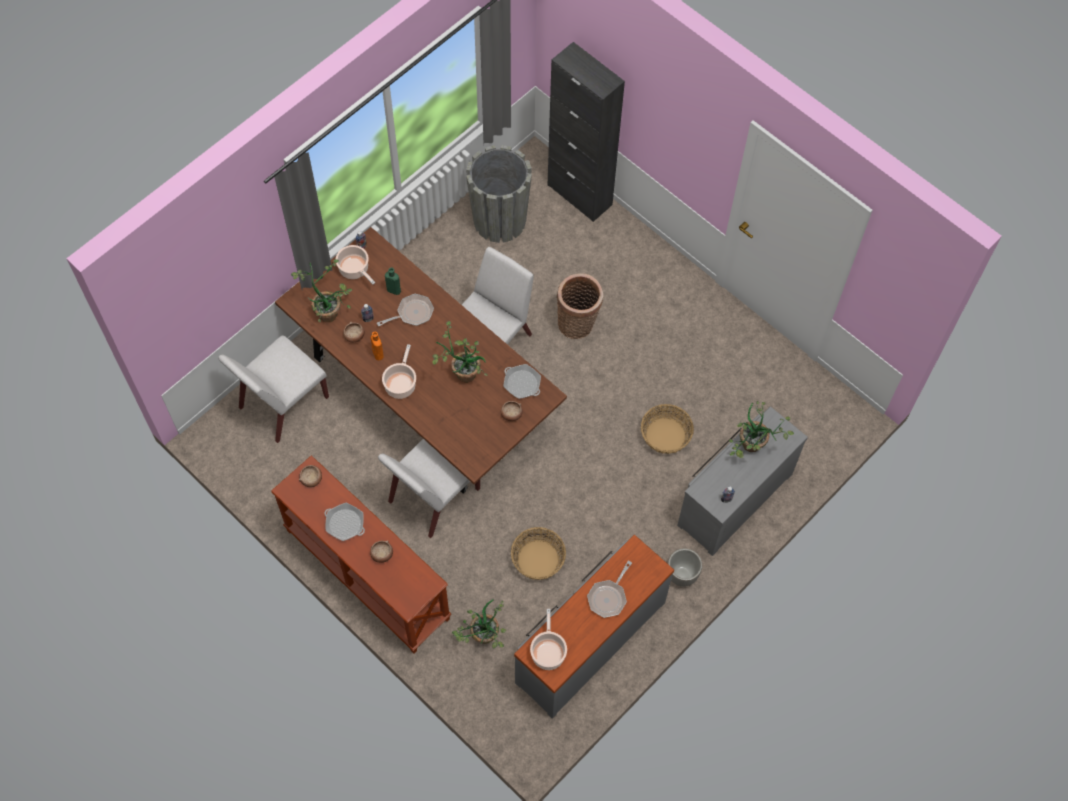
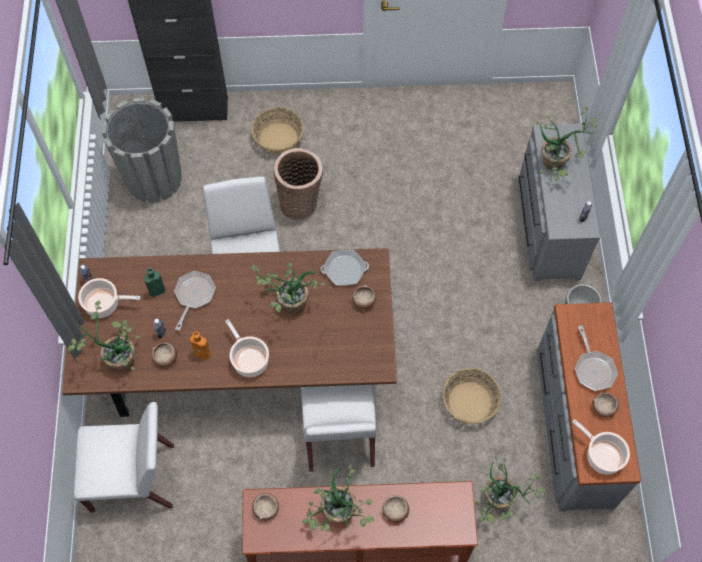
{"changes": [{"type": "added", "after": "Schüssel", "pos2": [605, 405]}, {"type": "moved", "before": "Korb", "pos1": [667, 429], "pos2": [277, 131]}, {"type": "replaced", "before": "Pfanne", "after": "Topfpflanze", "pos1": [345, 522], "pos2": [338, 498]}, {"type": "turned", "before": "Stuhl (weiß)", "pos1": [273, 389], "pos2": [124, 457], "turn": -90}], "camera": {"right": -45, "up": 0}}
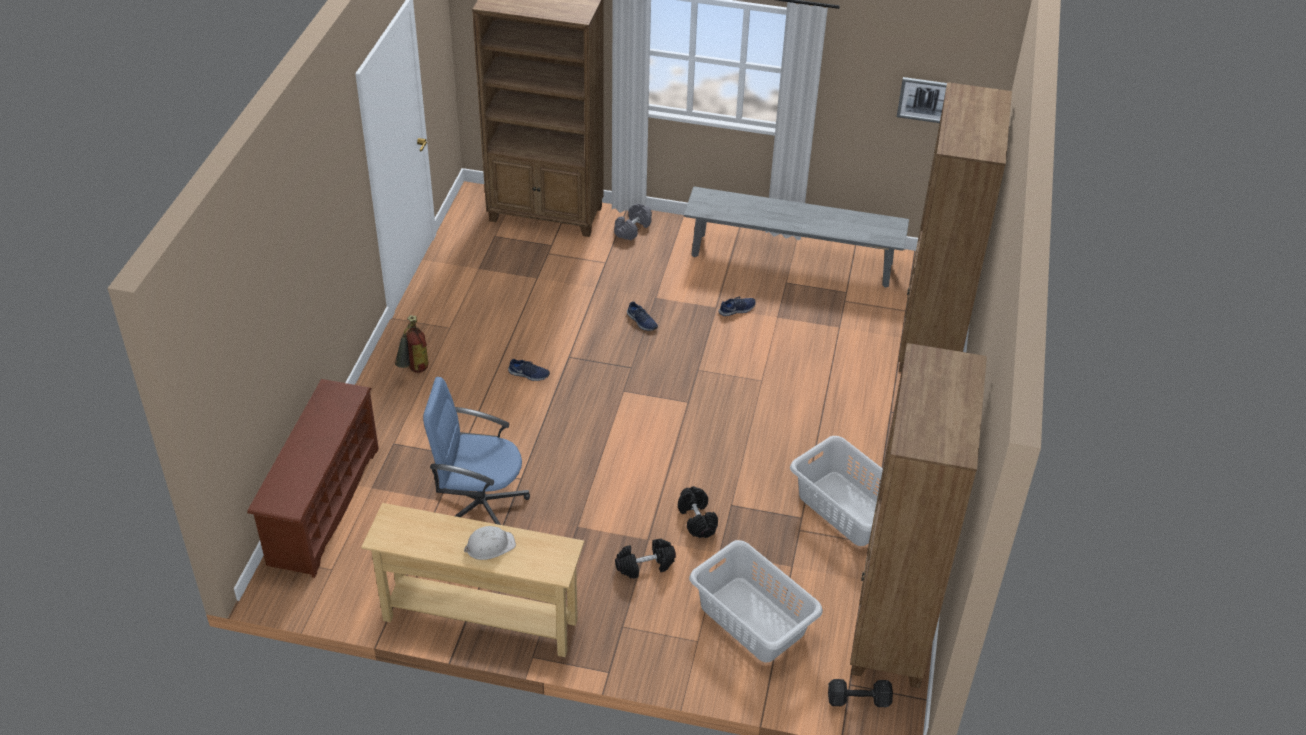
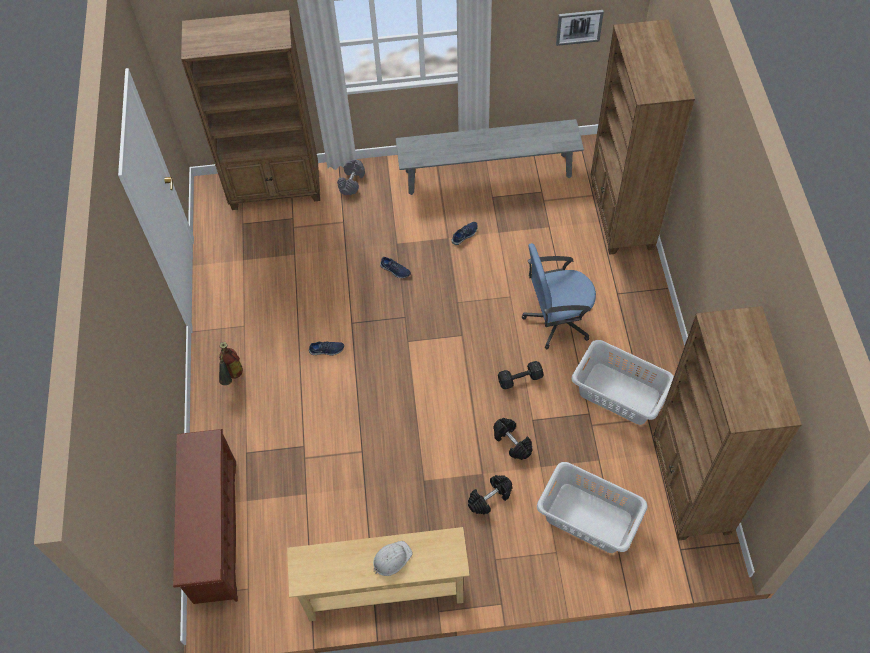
{"changes": [{"type": "moved", "before": "Bürostuhl (blau)", "pos1": [476, 451], "pos2": [559, 296]}, {"type": "moved", "before": "Hantel (schwarz)", "pos1": [860, 693], "pos2": [520, 375]}], "camera": {"right": -15, "up": 15}}
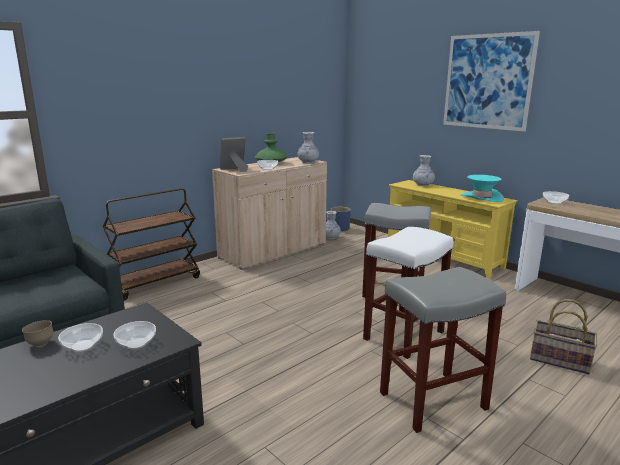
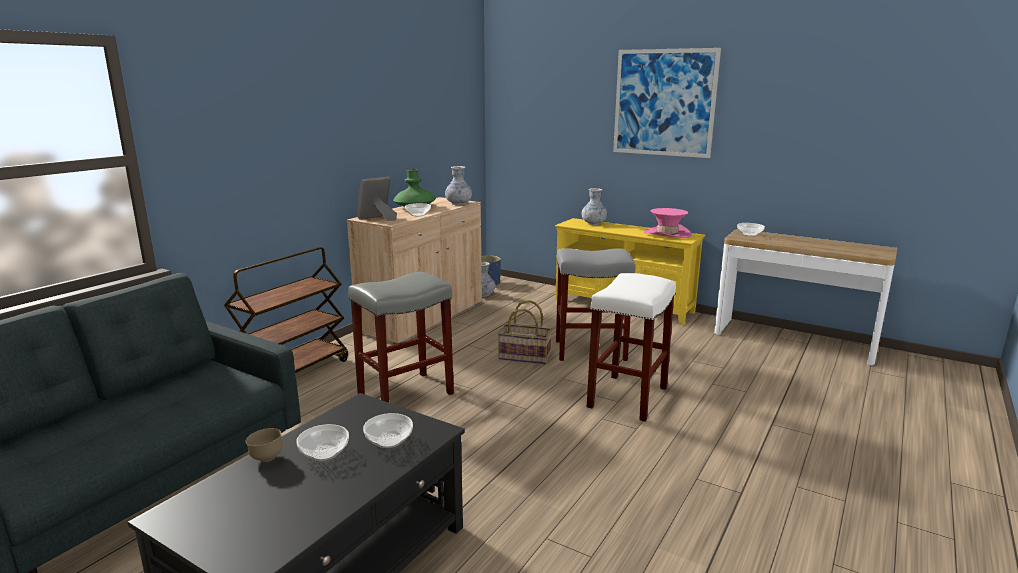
{"changes": [{"type": "moved", "before": "Hocker (grau)", "pos1": [443, 350], "pos2": [401, 337]}, {"type": "moved", "before": "Korb", "pos1": [563, 336], "pos2": [525, 332]}, {"type": "recoloured", "before": "Hut (türkis)", "after": "Hut (rosa)", "pos1": [482, 188], "pos2": [668, 223]}], "camera": {"right": -15, "up": 0}}
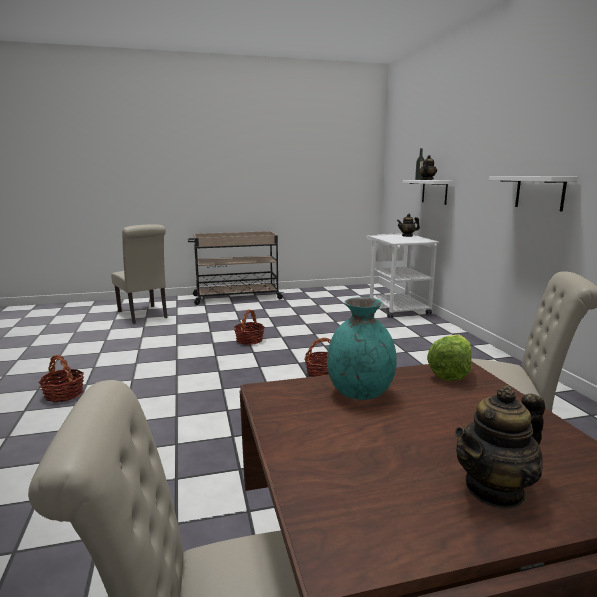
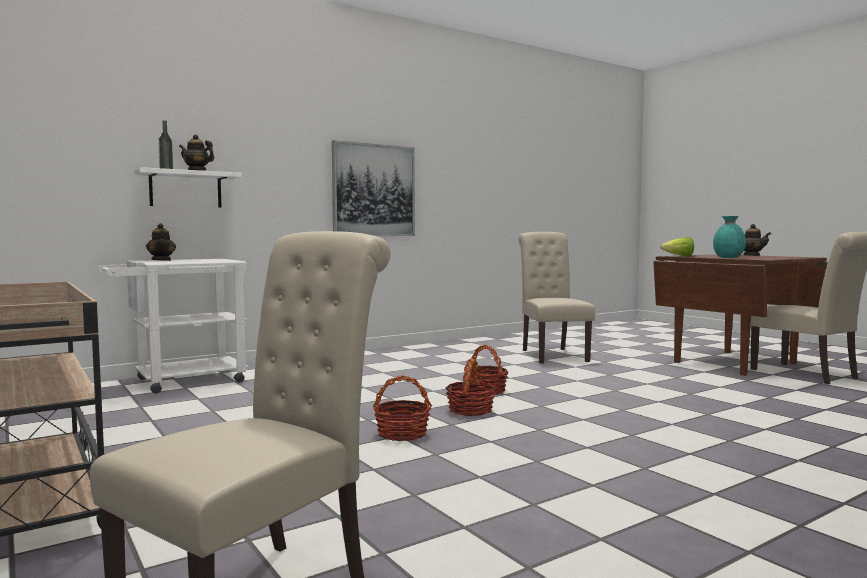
{"changes": [{"type": "moved", "before": "Korb", "pos1": [61, 378], "pos2": [471, 387]}, {"type": "replaced", "before": "Wandregal (weiß)", "after": "Bild", "pos1": [533, 194], "pos2": [373, 188]}], "camera": {"right": -110, "up": -10}}
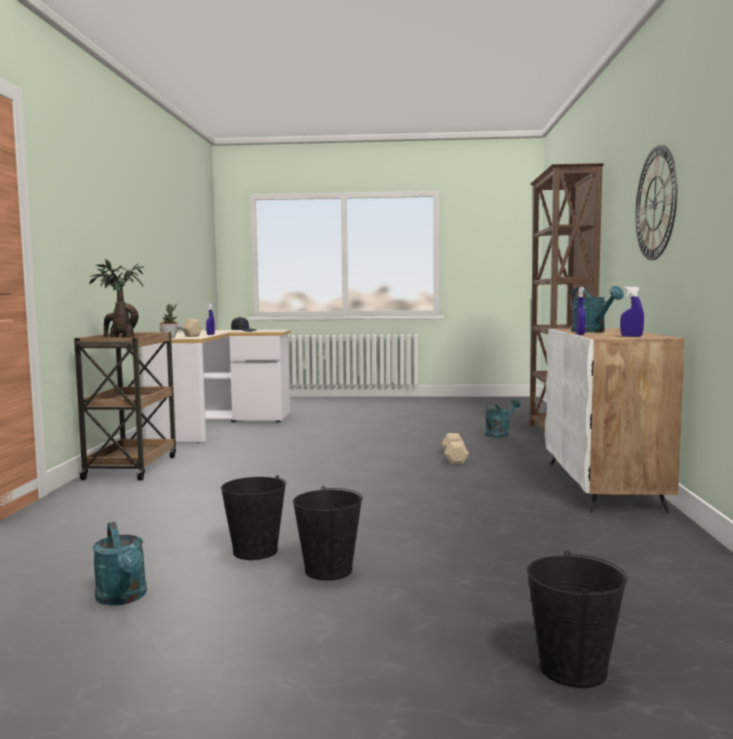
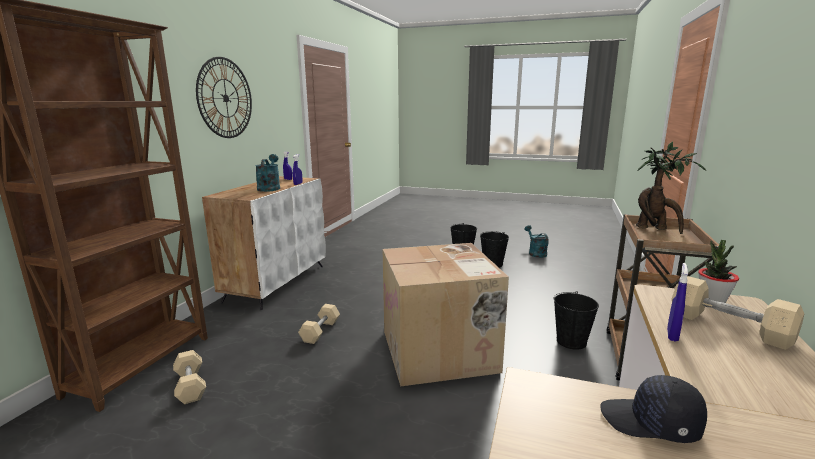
{"changes": [{"type": "added", "after": "Karton", "pos2": [445, 315]}, {"type": "moved", "before": "Eimer (schwarz)", "pos1": [577, 619], "pos2": [576, 320]}, {"type": "replaced", "before": "Gießkanne (türkis)", "after": "Hantel (beige)", "pos1": [502, 418], "pos2": [189, 377]}], "camera": {"right": -165, "up": 10}}
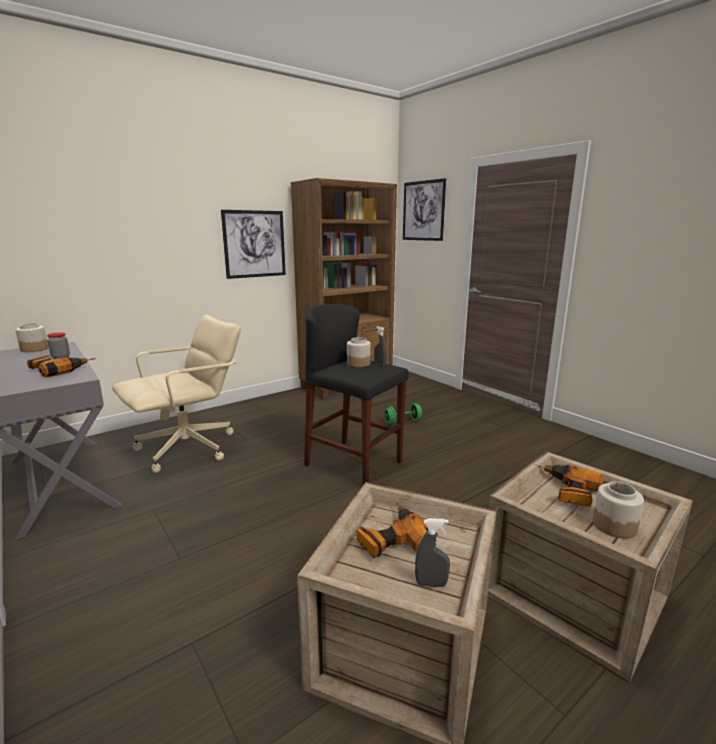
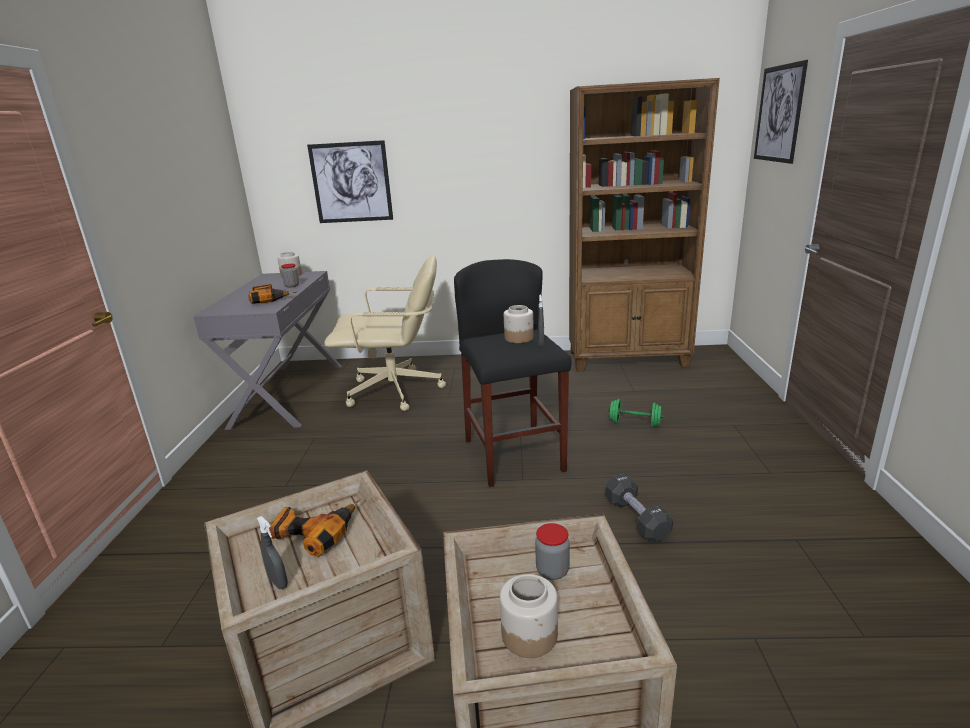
{"changes": [{"type": "added", "after": "Hantel (schwarz)", "pos2": [639, 508]}, {"type": "moved", "before": "Bild", "pos1": [253, 244], "pos2": [350, 181]}, {"type": "replaced", "before": "Bohrmaschine", "after": "Vorratsglas", "pos1": [568, 485], "pos2": [552, 551]}], "camera": {"right": 40, "up": 5}}
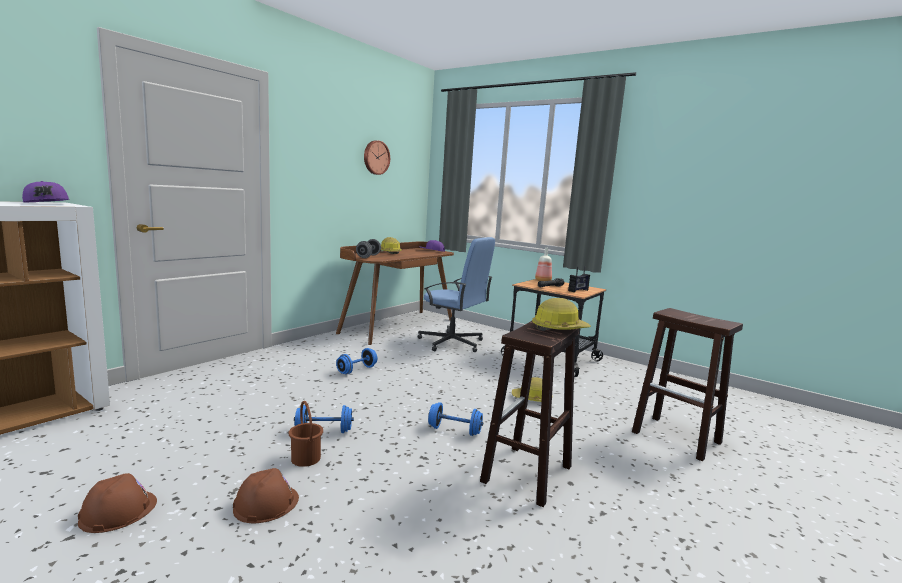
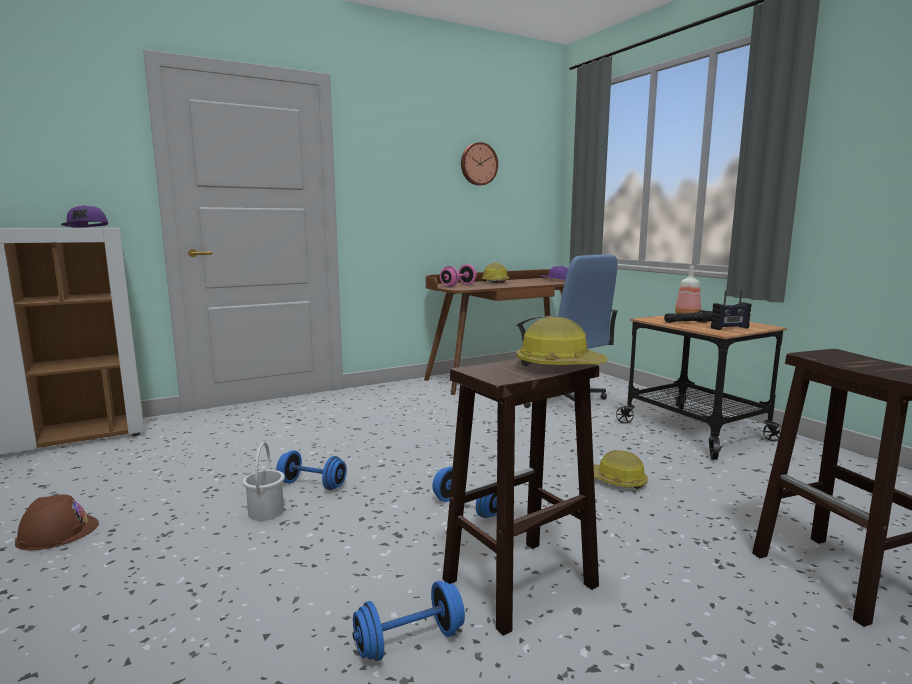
{"changes": [{"type": "removed", "before": "Schutzhelm (braun)", "pos1": [266, 495]}, {"type": "moved", "before": "Hantel (blau)", "pos1": [356, 361], "pos2": [408, 621]}, {"type": "recoloured", "before": "Eimer (braun)", "after": "Eimer (weiß)", "pos1": [306, 434], "pos2": [263, 481]}, {"type": "recoloured", "before": "Hantel (grau)", "after": "Hantel (rosa)", "pos1": [368, 248], "pos2": [458, 275]}], "camera": {"right": 25, "up": 0}}
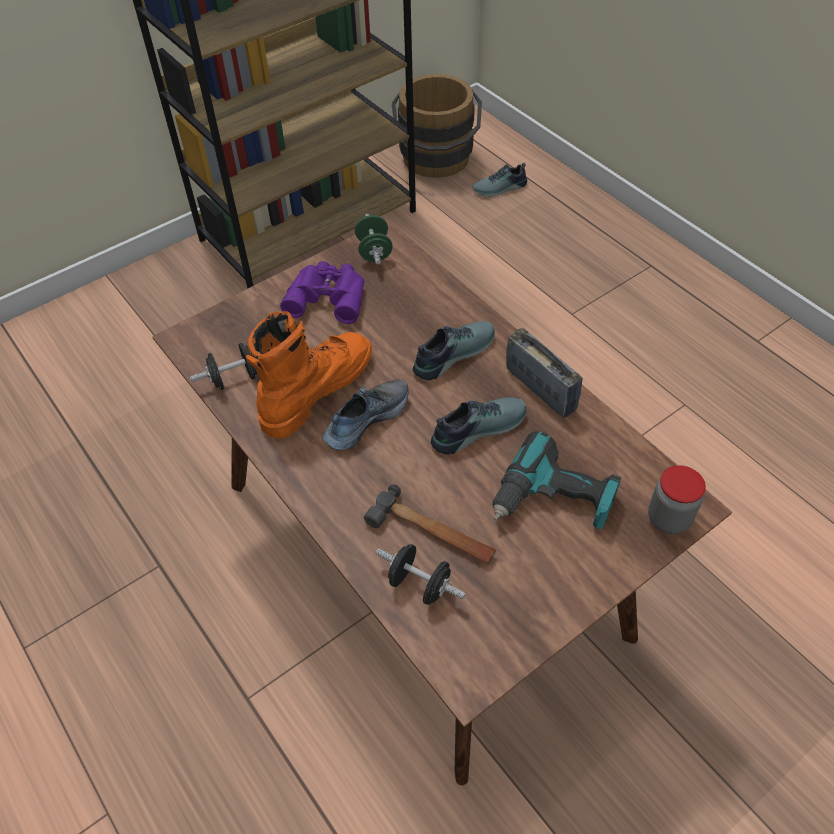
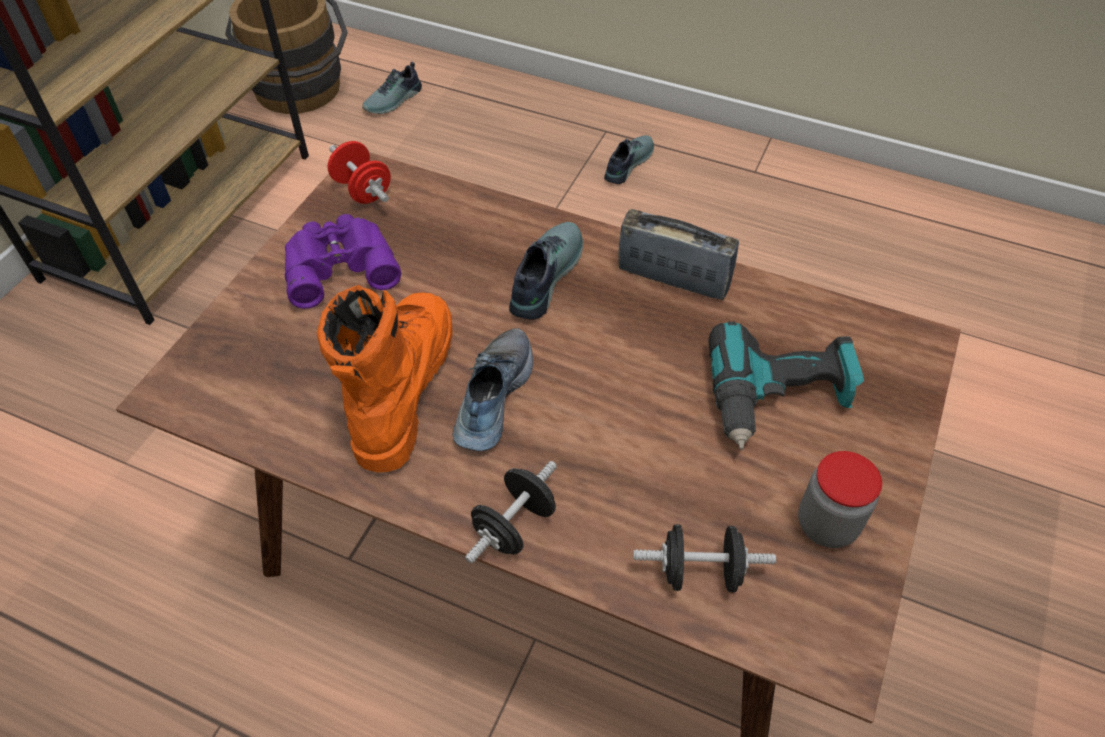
{"changes": [{"type": "removed", "before": "Hammer", "pos1": [430, 524]}, {"type": "moved", "before": "Hantel (schwarz)", "pos1": [223, 366], "pos2": [511, 512]}, {"type": "moved", "before": "Schuh", "pos1": [479, 426], "pos2": [629, 159]}, {"type": "moved", "before": "Vorratsglas", "pos1": [677, 499], "pos2": [840, 499]}, {"type": "recoloured", "before": "Hantel (grün)", "after": "Hantel (rot)", "pos1": [374, 239], "pos2": [359, 172]}], "camera": {"right": -30, "up": 0}}
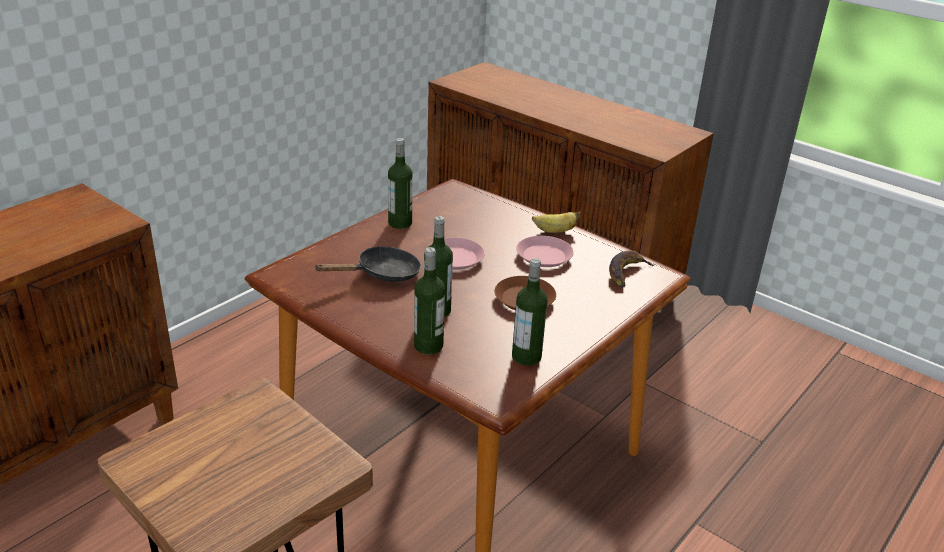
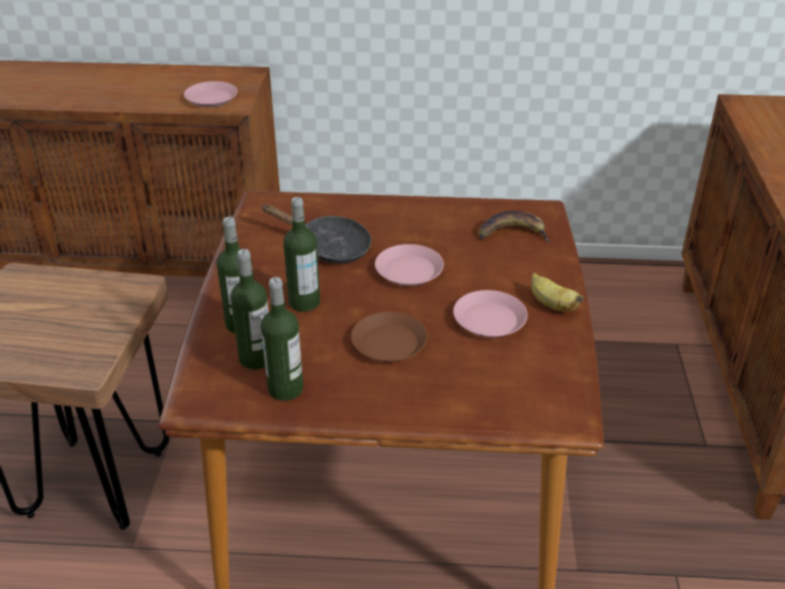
{"changes": [{"type": "added", "after": "Teller (rosa)", "pos2": [210, 94]}, {"type": "moved", "before": "Flasche", "pos1": [400, 183], "pos2": [249, 309]}, {"type": "moved", "before": "Banane", "pos1": [631, 269], "pos2": [514, 226]}], "camera": {"right": 55, "up": 5}}
